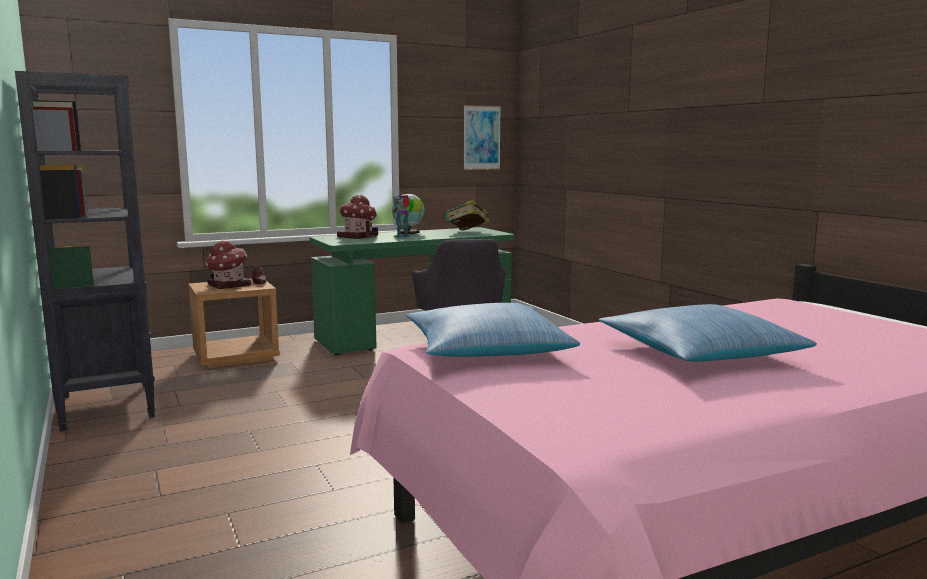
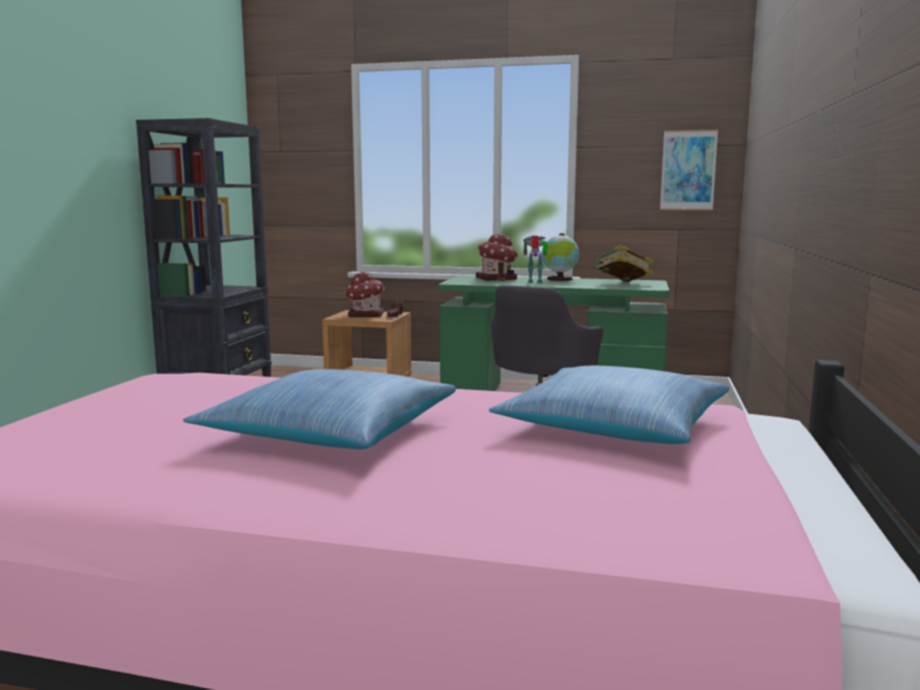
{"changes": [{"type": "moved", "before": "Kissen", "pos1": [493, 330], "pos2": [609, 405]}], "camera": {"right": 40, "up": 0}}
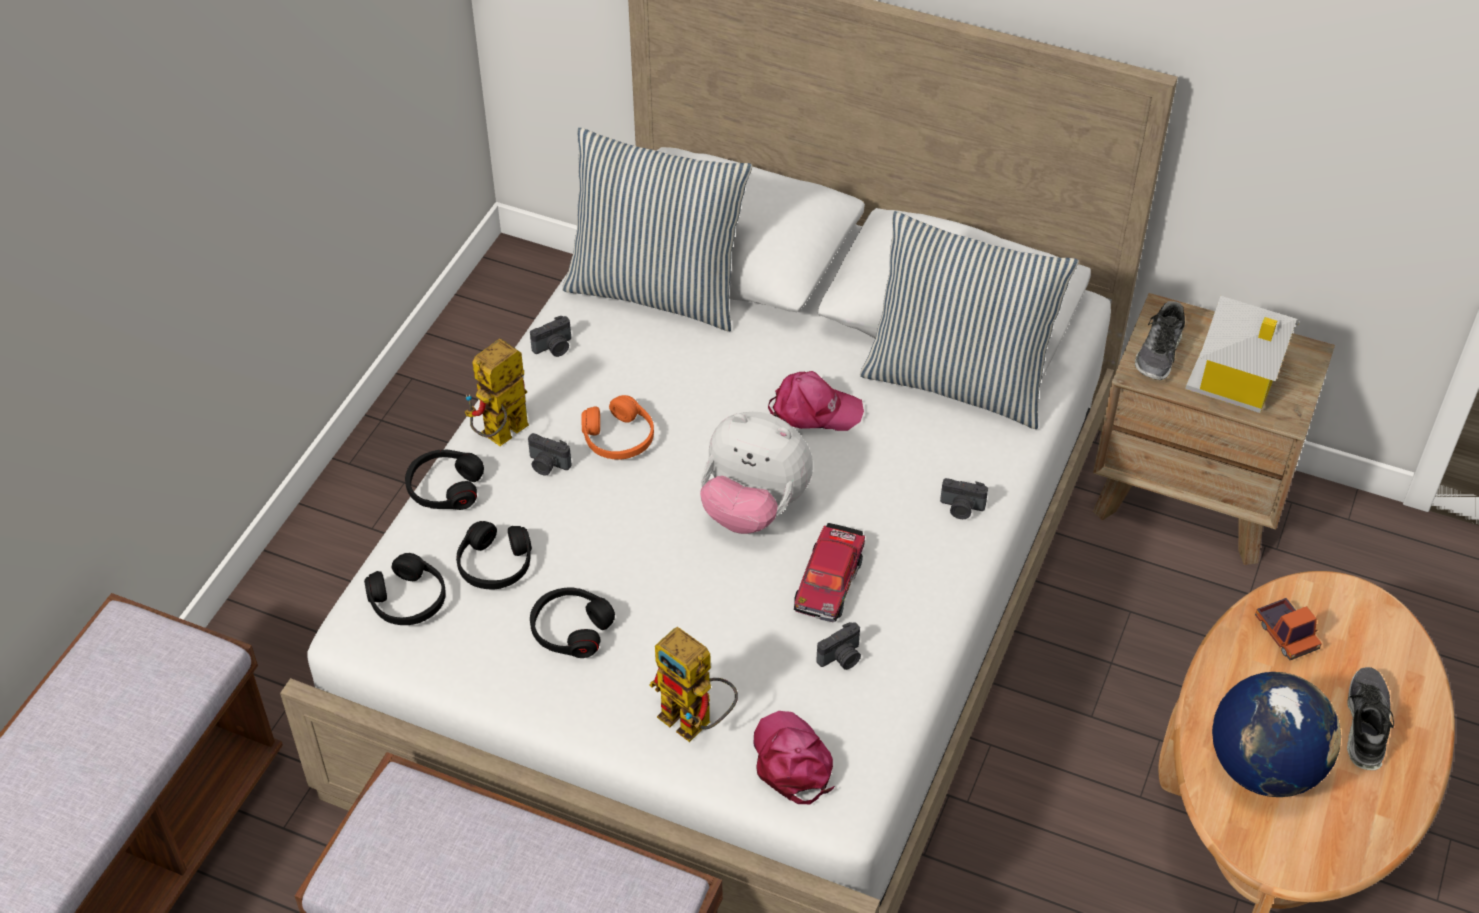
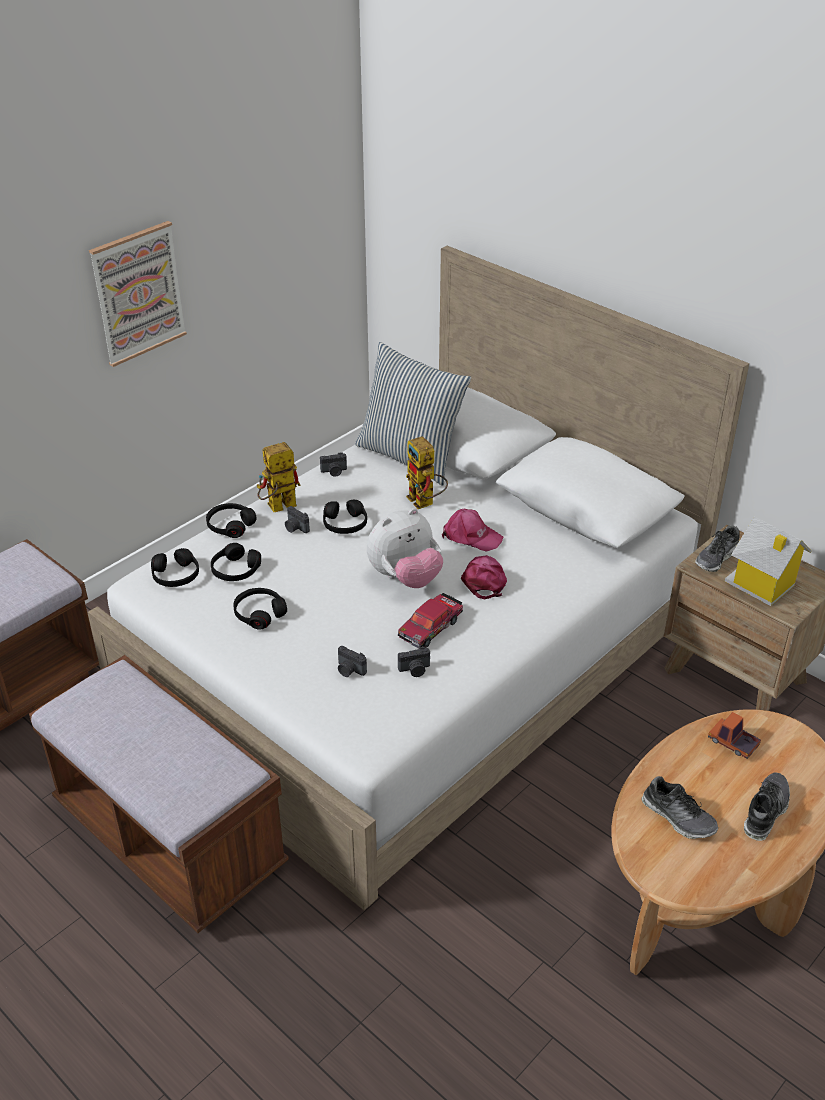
{"changes": [{"type": "removed", "before": "Kissen", "pos1": [969, 320]}, {"type": "added", "after": "Bild", "pos2": [138, 294]}, {"type": "moved", "before": "Spielzeugroboter", "pos1": [693, 684], "pos2": [427, 472]}, {"type": "moved", "before": "Kappe (rosa)", "pos1": [794, 757], "pos2": [484, 577]}, {"type": "moved", "before": "Kamera", "pos1": [964, 498], "pos2": [352, 661]}, {"type": "replaced", "before": "Globus", "after": "Schuh", "pos1": [1276, 734], "pos2": [680, 807]}, {"type": "recoloured", "before": "Kopfhörer (orange)", "after": "Kopfhörer (schwarz)", "pos1": [617, 427], "pos2": [345, 517]}, {"type": "turned", "before": "Plüschtier", "pos1": [756, 473], "pos2": [405, 548], "turn": -75}, {"type": "turned", "before": "Spielzeuglaster", "pos1": [1288, 629], "pos2": [734, 735], "turn": 135}], "camera": {"right": 20, "up": -10}}
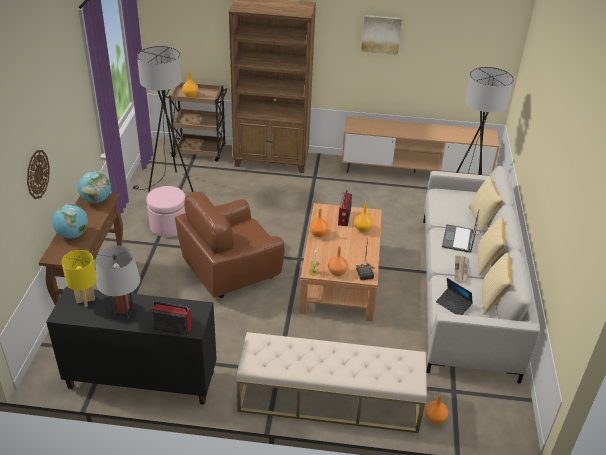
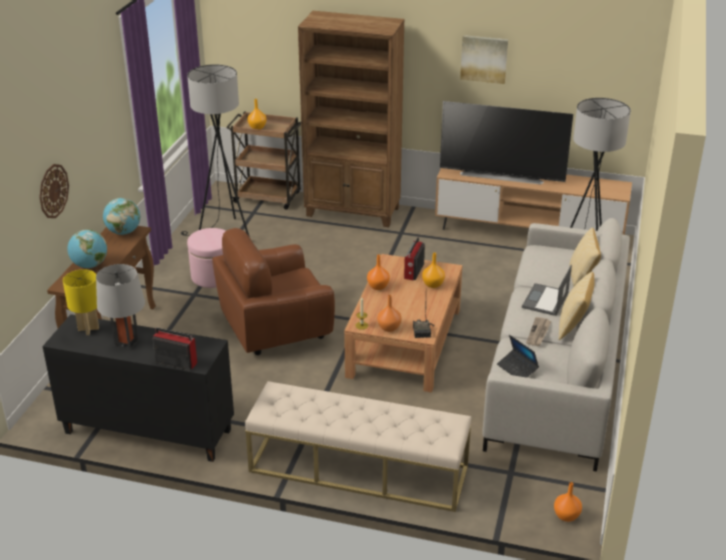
{"changes": [{"type": "removed", "before": "Kissen", "pos1": [497, 284]}, {"type": "added", "after": "Fernseher", "pos2": [506, 142]}, {"type": "moved", "before": "Vase (orange)", "pos1": [436, 409], "pos2": [568, 502]}], "camera": {"right": 10, "up": -5}}
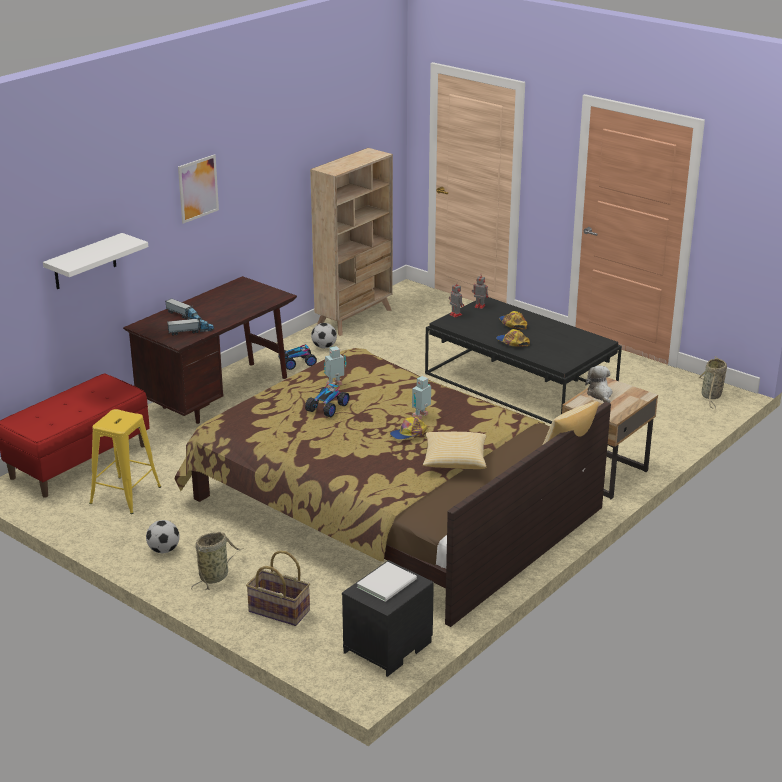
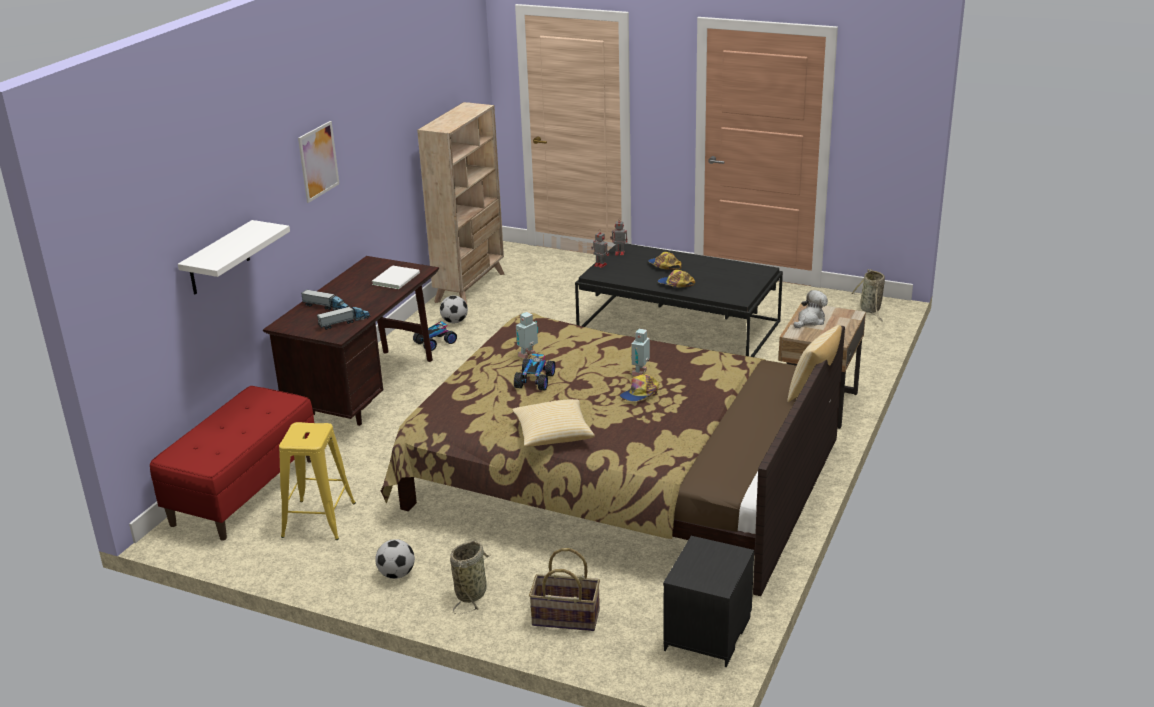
{"changes": [{"type": "moved", "before": "Buch (weiß)", "pos1": [387, 582], "pos2": [396, 277]}, {"type": "moved", "before": "Kissen", "pos1": [454, 450], "pos2": [553, 422]}, {"type": "turned", "before": "Plüschtier", "pos1": [599, 384], "pos2": [810, 309], "turn": 75}], "camera": {"right": -15, "up": 0}}
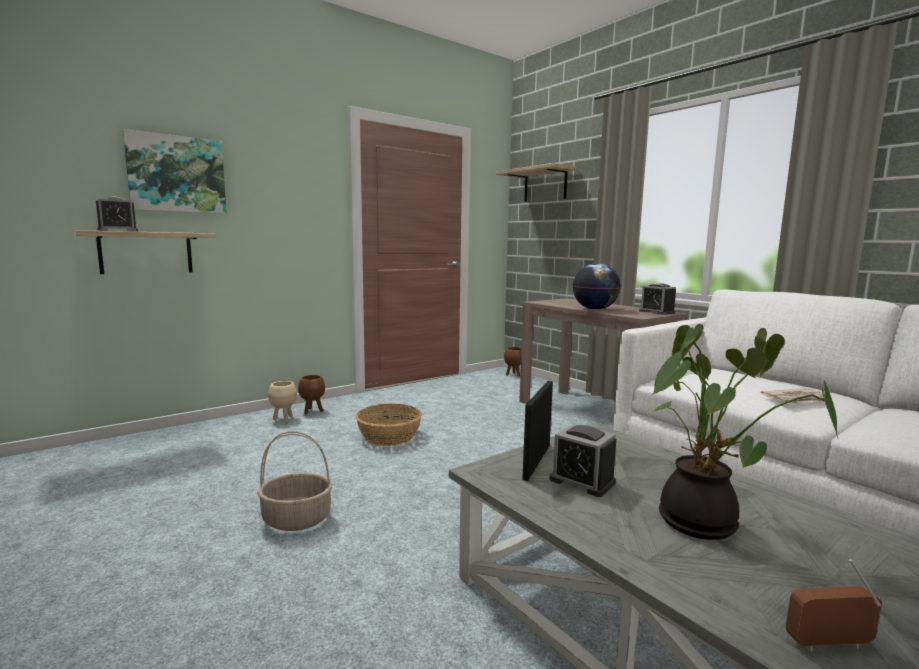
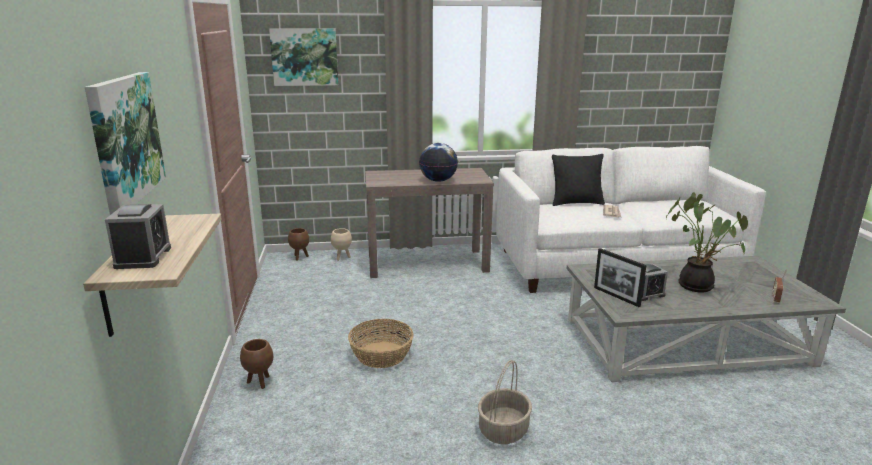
{"changes": [{"type": "removed", "before": "Wecker", "pos1": [657, 299]}, {"type": "added", "after": "Kissen (schwarz)", "pos2": [578, 180]}, {"type": "moved", "before": "Pflanzkübel (beige)", "pos1": [282, 402], "pos2": [341, 244]}, {"type": "replaced", "before": "Wandregal", "after": "Bild", "pos1": [536, 182], "pos2": [303, 57]}], "camera": {"right": -60, "up": 10}}
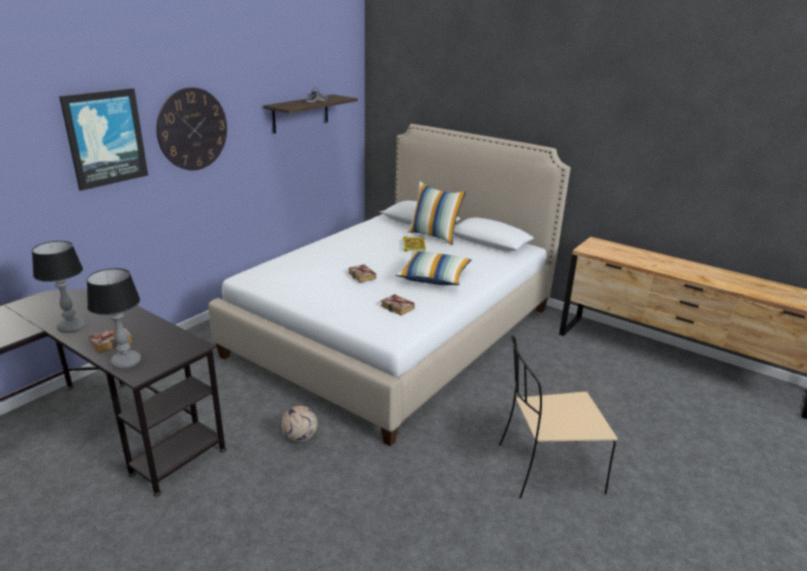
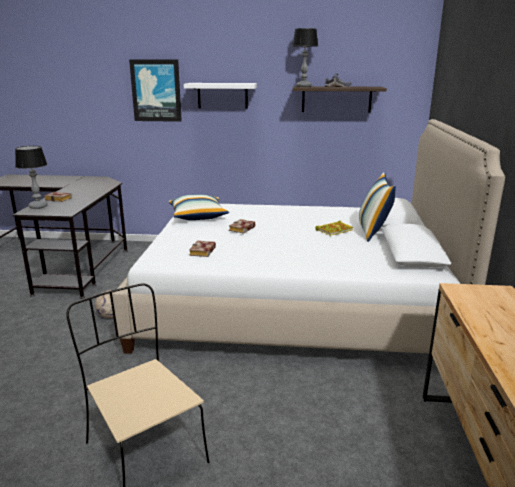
{"changes": [{"type": "moved", "before": "Tischlampe", "pos1": [59, 287], "pos2": [305, 57]}, {"type": "moved", "before": "Kissen", "pos1": [433, 268], "pos2": [199, 207]}, {"type": "replaced", "before": "Wanduhr", "after": "Wandregal (weiß)", "pos1": [192, 128], "pos2": [220, 96]}], "camera": {"right": 60, "up": -5}}
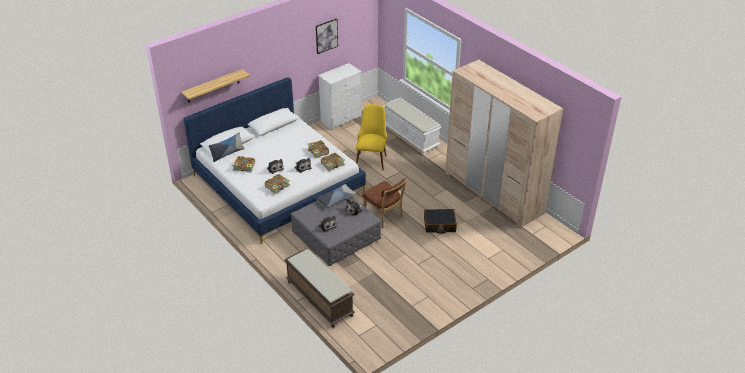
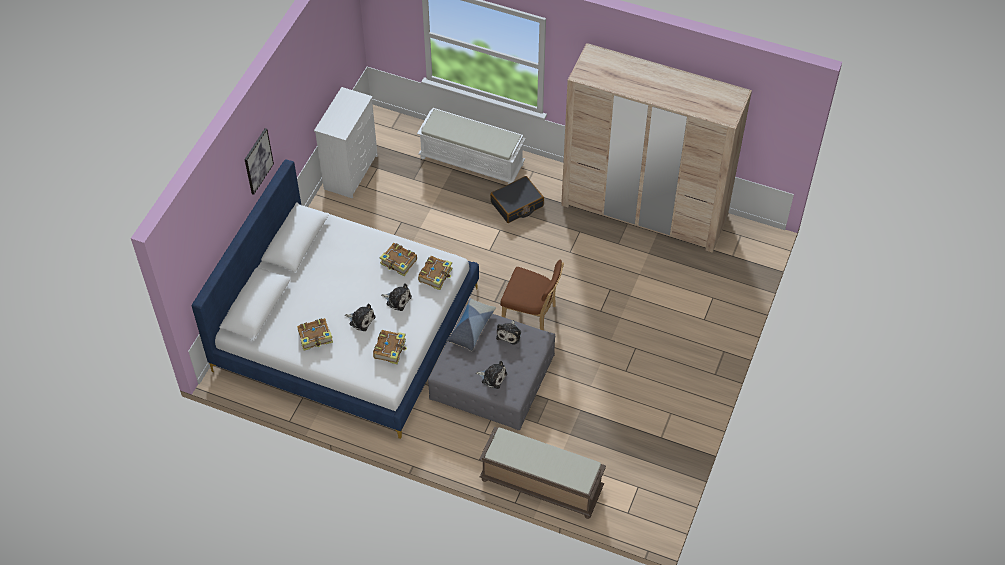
{"changes": [{"type": "removed", "before": "Wandregal", "pos1": [216, 85]}, {"type": "removed", "before": "Kissen", "pos1": [227, 147]}, {"type": "removed", "before": "Stuhl (gelb)", "pos1": [371, 137]}, {"type": "moved", "before": "Bild", "pos1": [327, 36], "pos2": [259, 161]}, {"type": "moved", "before": "Koffer (schwarz)", "pos1": [440, 221], "pos2": [517, 199]}], "camera": {"right": -30, "up": 15}}
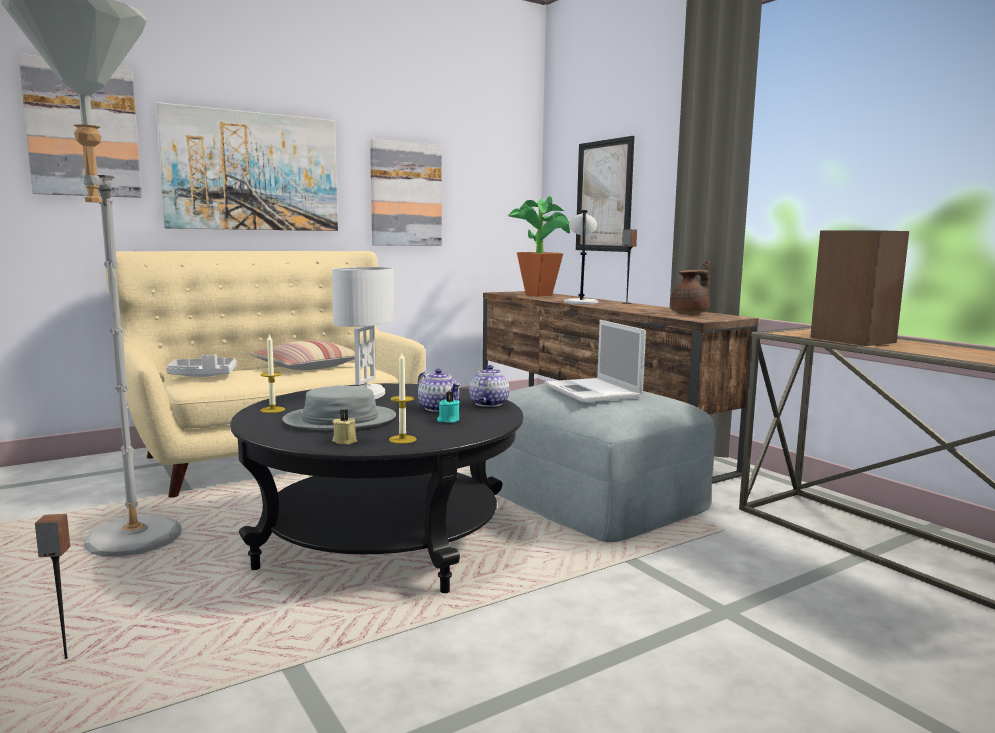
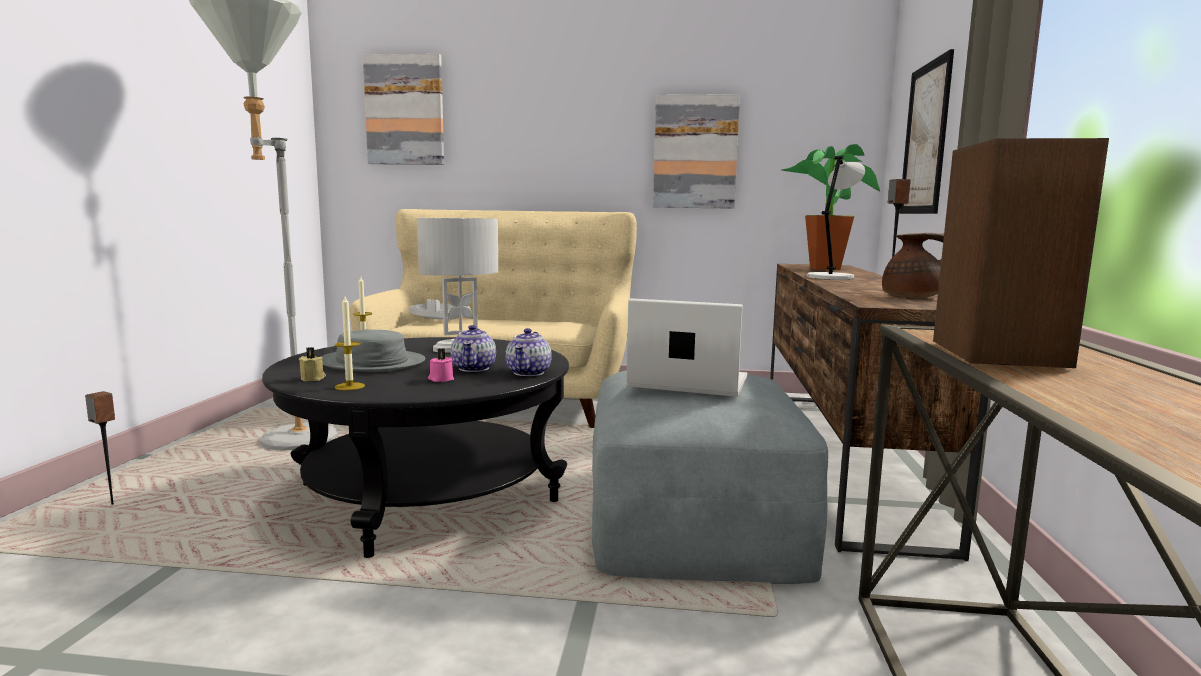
{"changes": [{"type": "removed", "before": "Bild", "pos1": [247, 166]}, {"type": "removed", "before": "Kissen", "pos1": [305, 355]}, {"type": "recoloured", "before": "Kerze (türkis)", "after": "Kerze (rosa)", "pos1": [448, 407], "pos2": [441, 365]}, {"type": "turned", "before": "Teekanne", "pos1": [489, 386], "pos2": [528, 352], "turn": 135}, {"type": "turned", "before": "Laptop", "pos1": [595, 361], "pos2": [687, 347], "turn": 90}], "camera": {"right": 40, "up": 0}}
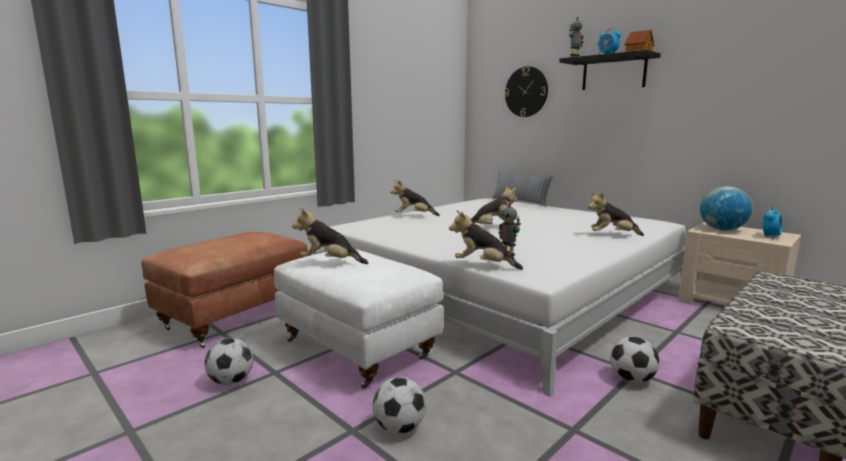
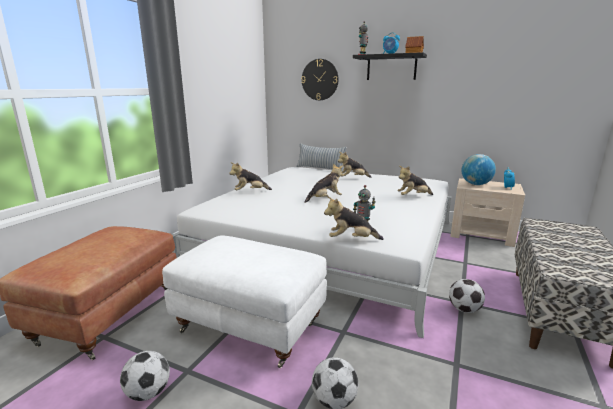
{"changes": [{"type": "moved", "before": "Plüschtier", "pos1": [330, 236], "pos2": [355, 165]}], "camera": {"right": -20, "up": 5}}
